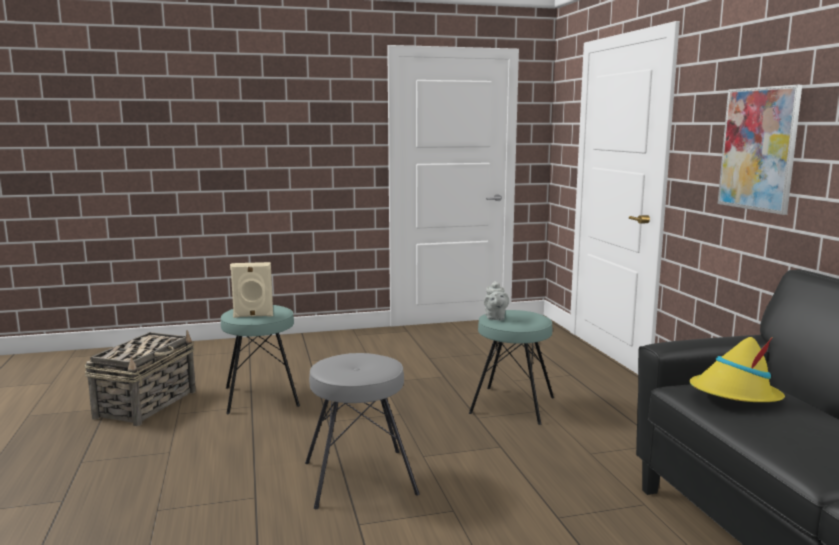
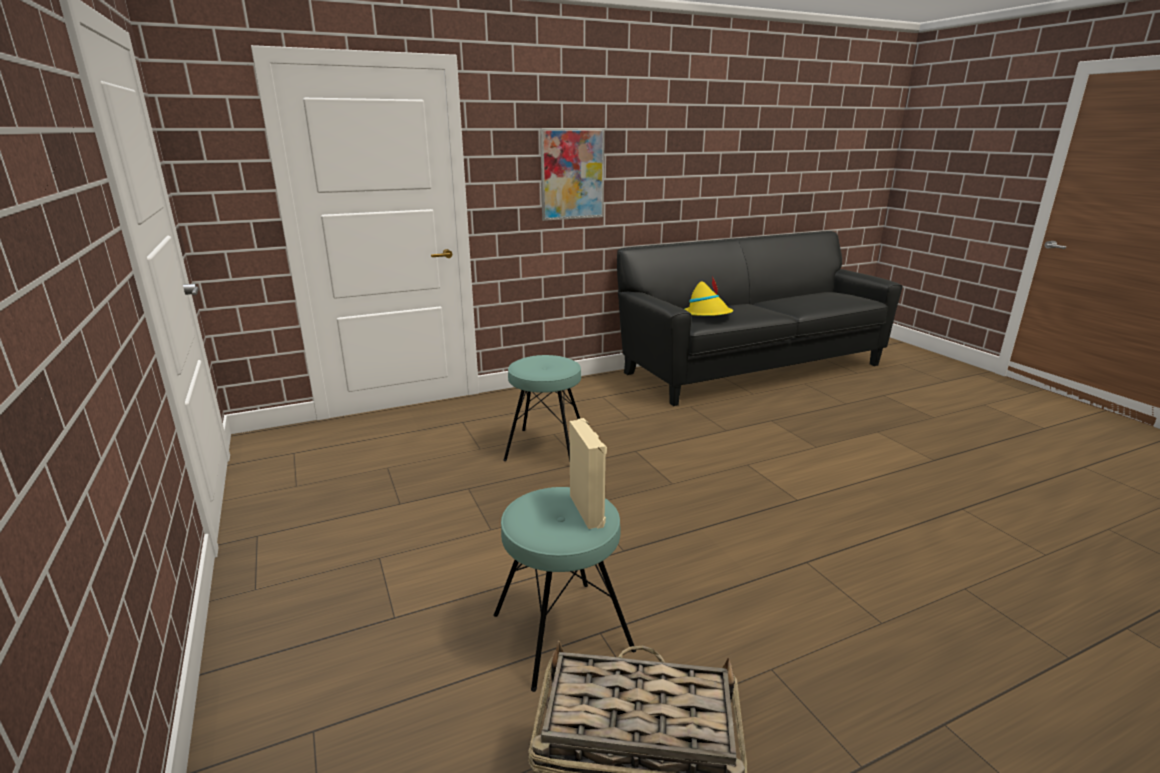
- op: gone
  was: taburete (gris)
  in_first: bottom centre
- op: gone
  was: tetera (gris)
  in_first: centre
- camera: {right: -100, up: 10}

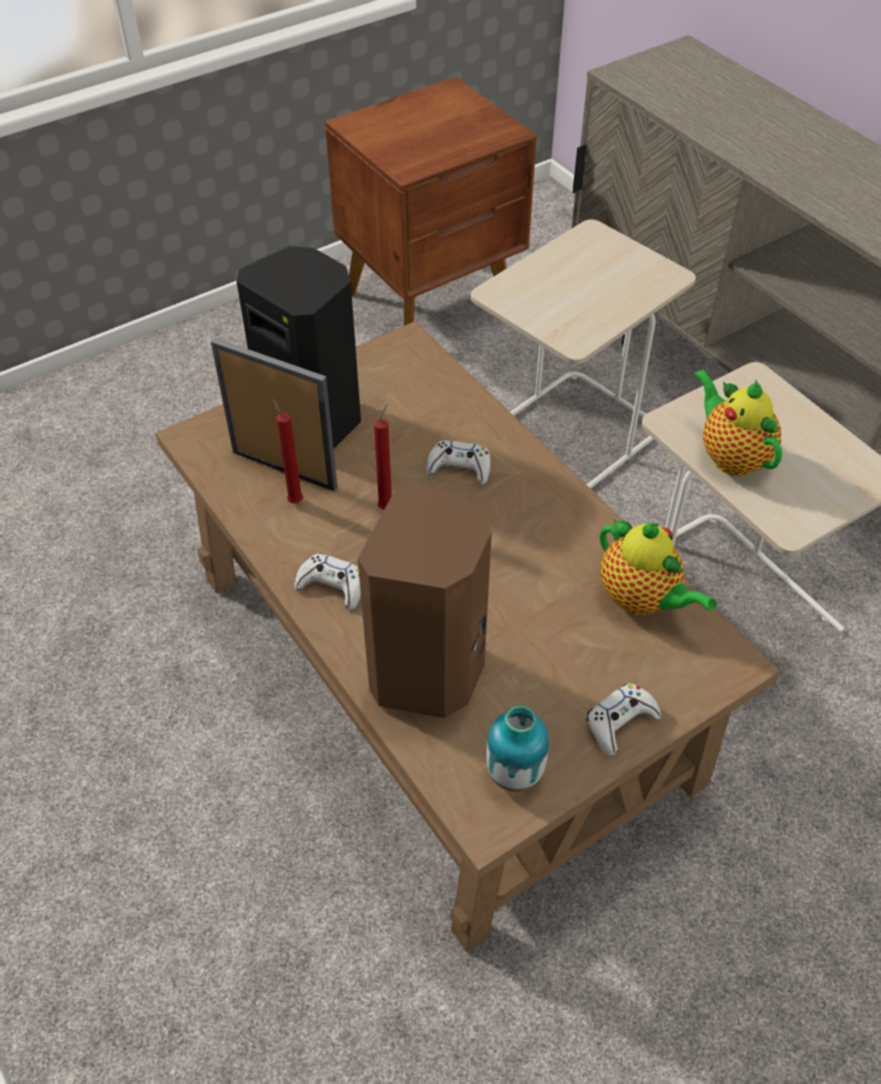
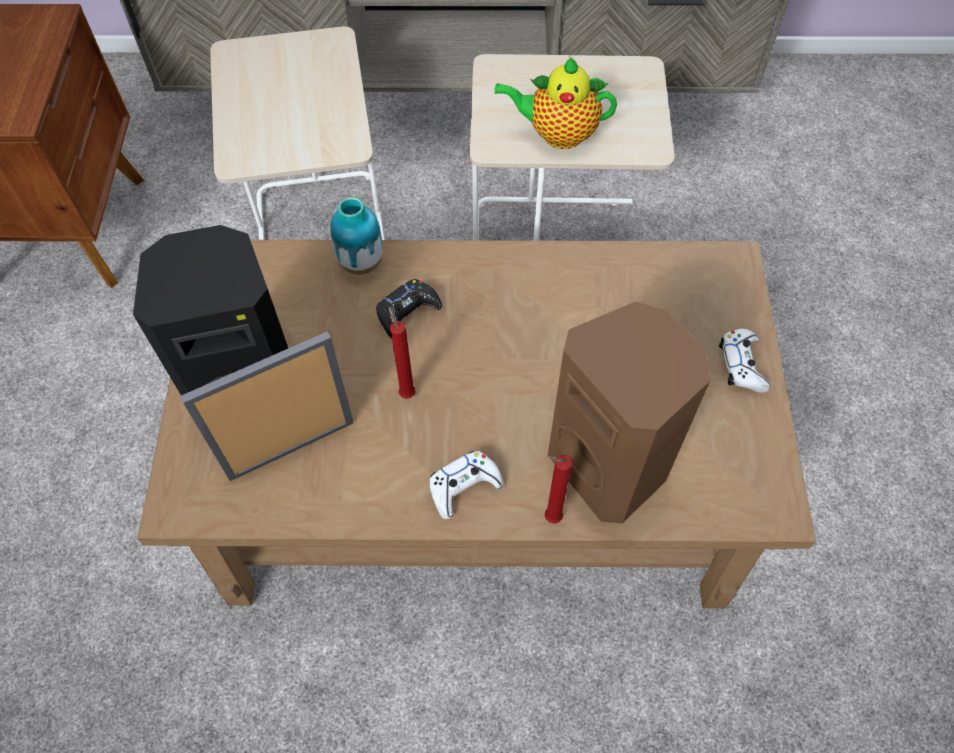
- op: shifted
  was: florero
  in_first: bottom centre
  in_second: top centre
- op: repainted
  was: mando de consola (blanco) (no. 2 from left)
  now: mando de consola (negro)
  in_first: centre
  in_second: centre
- op: shifted
  was: vela (rojo) (no. 1 from left in the first image)
  now: vela (rojo) (no. 2 from left)
  in_first: middle left
  in_second: centre
- op: gone
  was: tetera (no. 1 from left)
  in_first: middle right
- camera: {right: -55, up: 10}

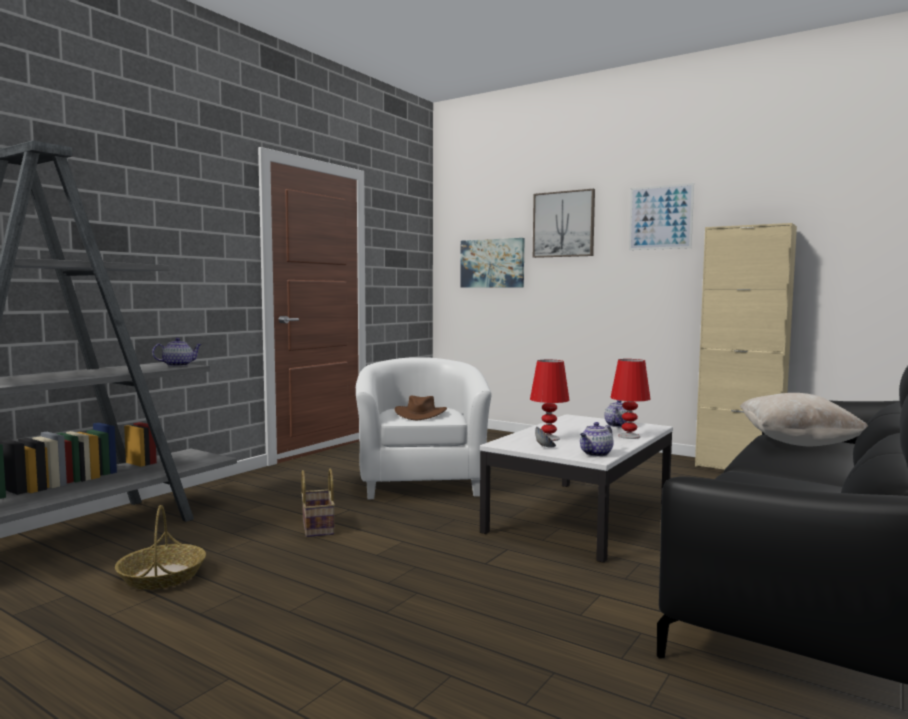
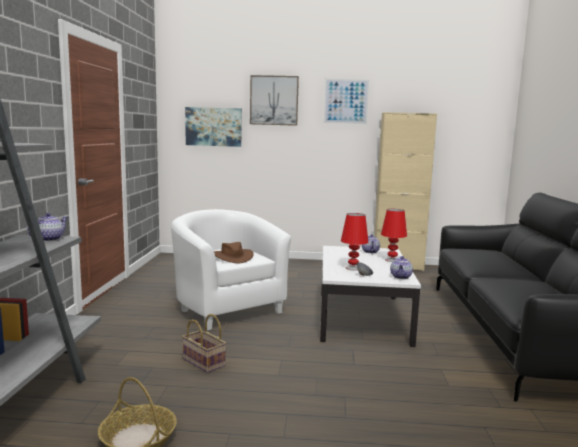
- op: gone
  was: cojín (beis)
  in_first: middle right
- camera: {right: -30, up: 5}

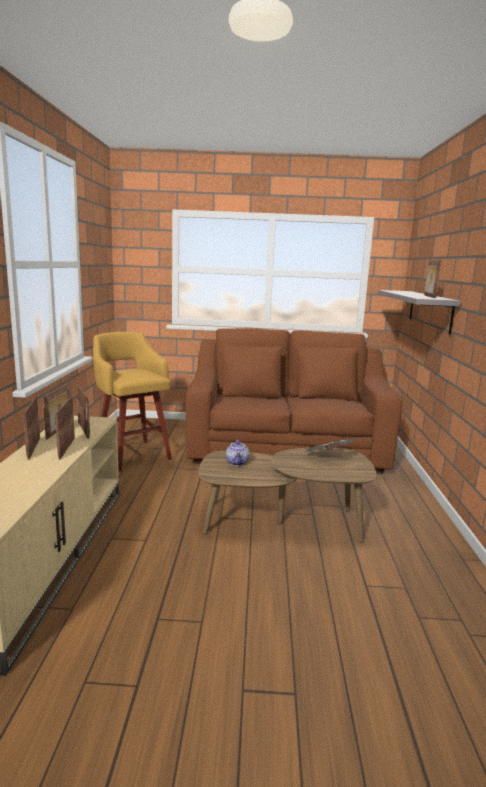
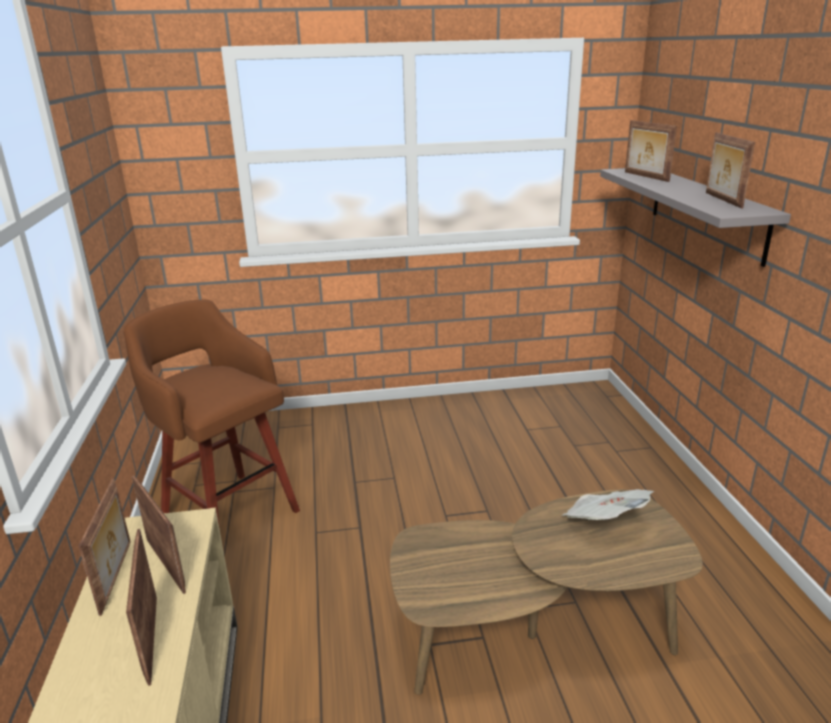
- op: repainted
  was: taburete (amarillo)
  now: taburete (marrón)
  in_first: middle left
  in_second: middle left
- op: shifted
  was: portarretratos (no. 1 from left in the first image)
  now: portarretratos (no. 4 from left)
  in_first: middle left
  in_second: top right
- op: gone
  was: sofá (marrón)
  in_first: centre
- op: gone
  was: tetera
  in_first: centre
- camera: {right: -10, up: 10}

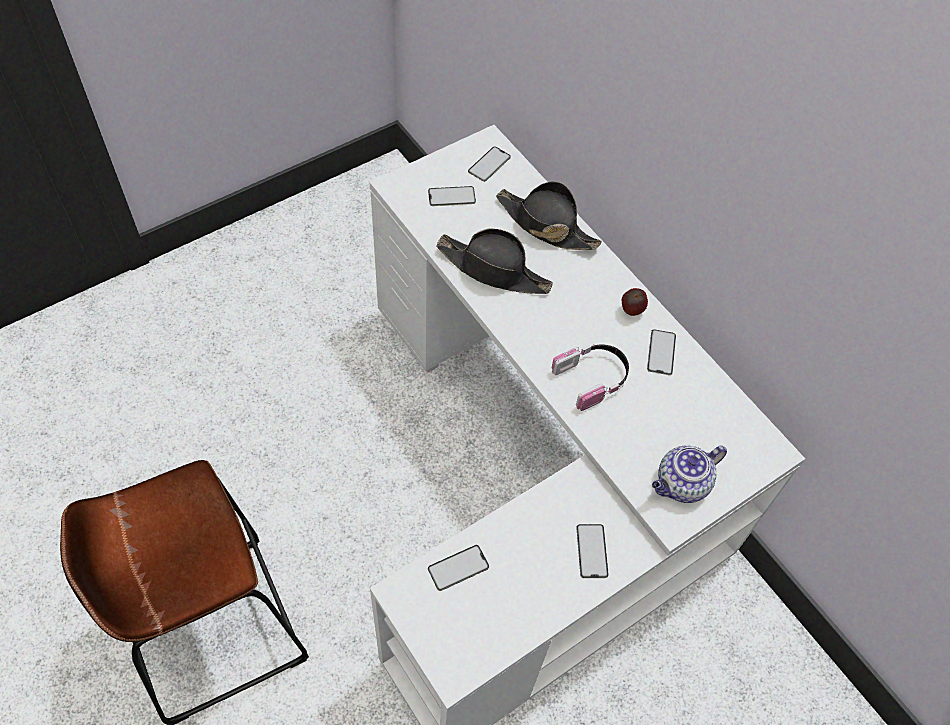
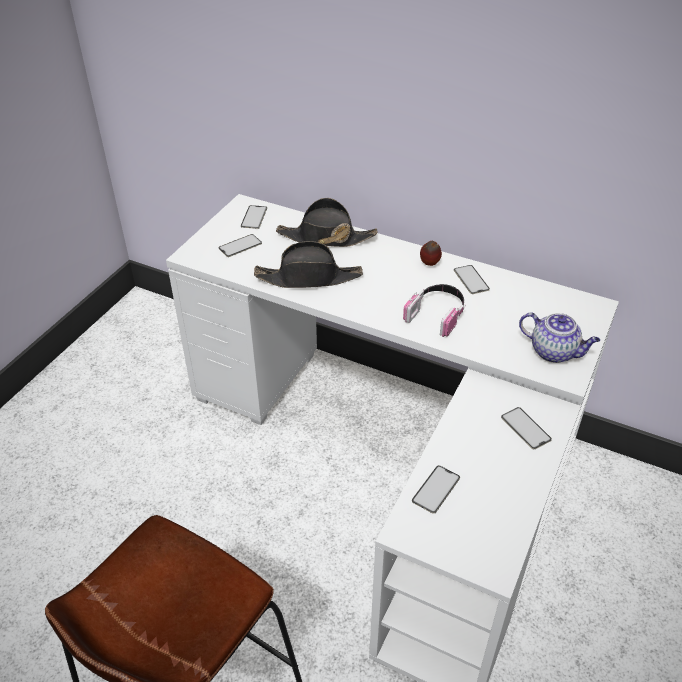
- op: rotated
  was: tetera
  in_first: middle right
  in_second: middle right
  clockwise: -90
- camera: {right: -25, up: -15}

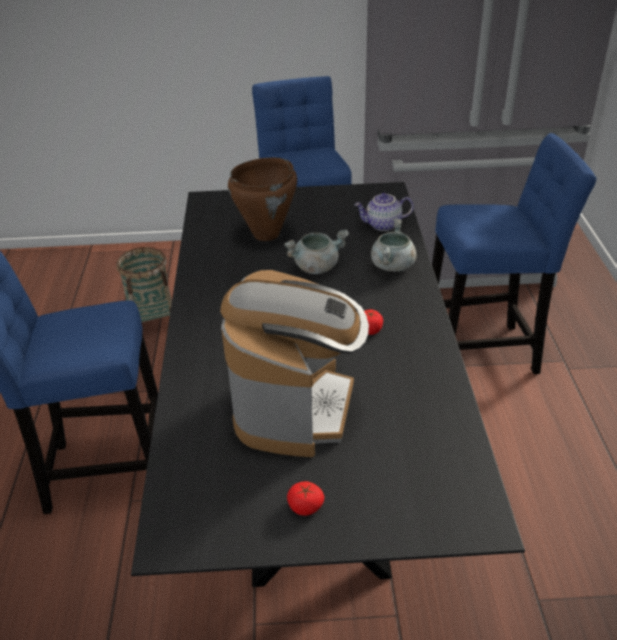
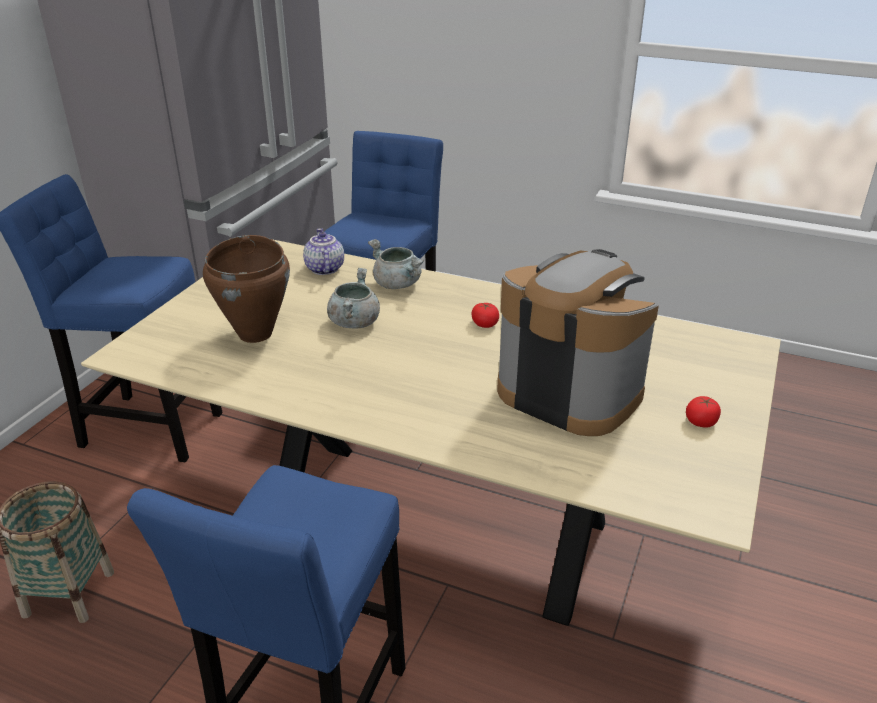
- op: repainted
  was: mesa de comedor (negro)
  now: mesa de comedor (beis)
  in_first: centre
  in_second: centre
- op: rotated
  was: tetera
  in_first: top centre
  in_second: centre
  clockwise: 150
- camera: {right: -65, up: -5}

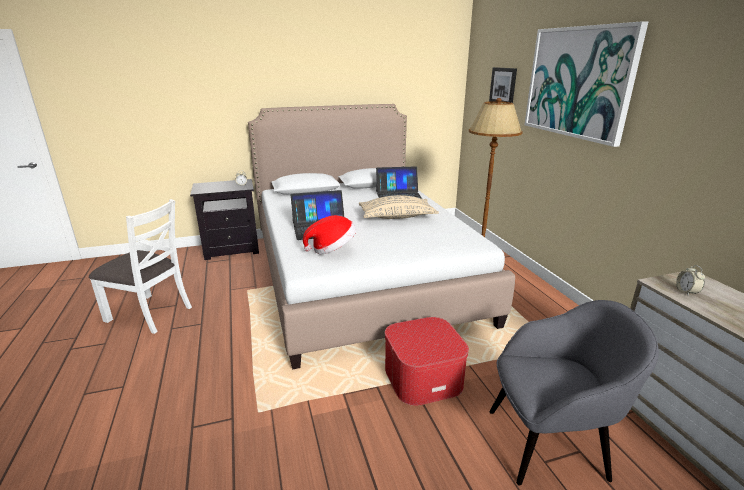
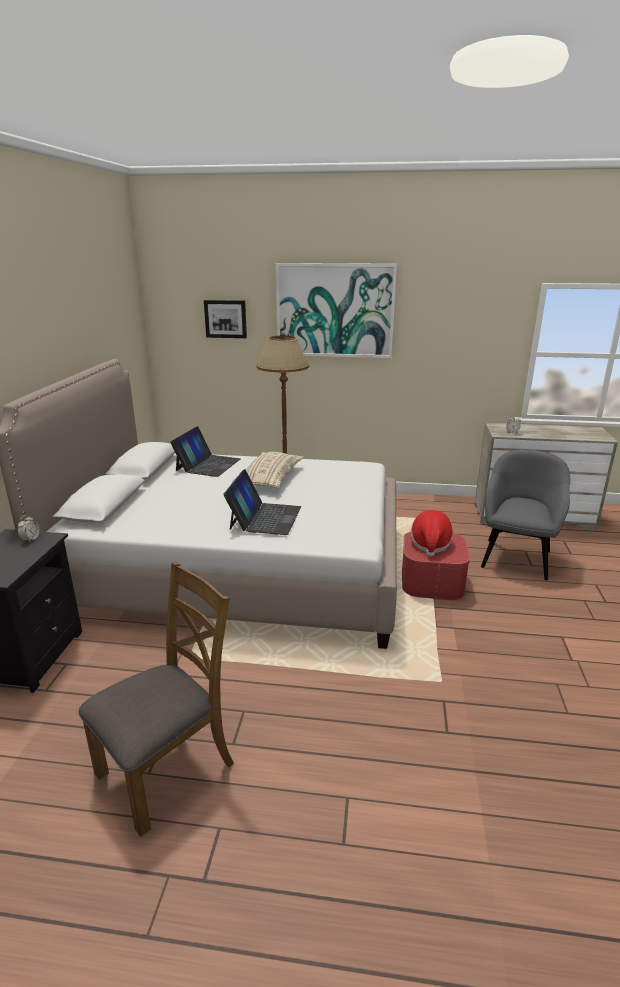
- op: repainted
  was: silla (blanco)
  now: silla (marrón)
  in_first: middle left
  in_second: bottom left
- op: shifted
  was: sombrero
  in_first: centre
  in_second: middle right
- camera: {right: -65, up: 0}

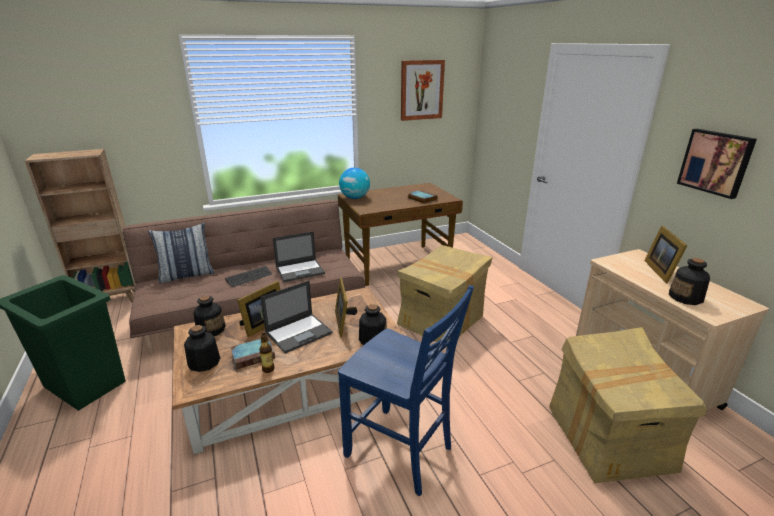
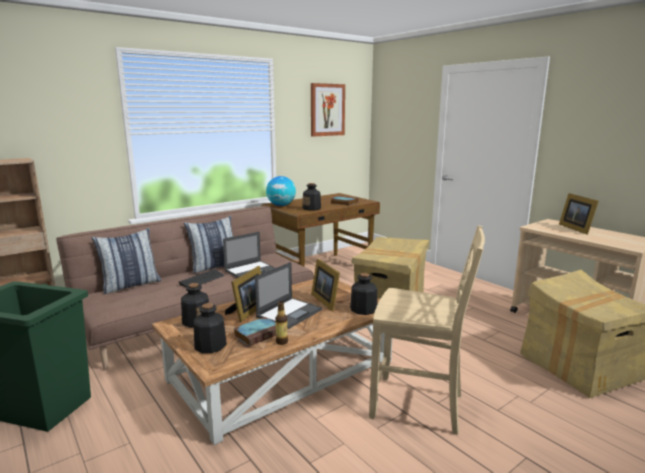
- op: new
  now: cojín (no. 2 from left)
  in_second: middle left
- op: shifted
  was: botella (no. 5 from left in the first image)
  now: botella (no. 4 from left)
  in_first: middle right
  in_second: centre
- op: repainted
  was: silla (azul)
  now: silla (beis)
  in_first: bottom centre
  in_second: bottom centre
- op: gone
  was: cuadro (no. 2 from left)
  in_first: top right
- camera: {right: -15, up: -10}

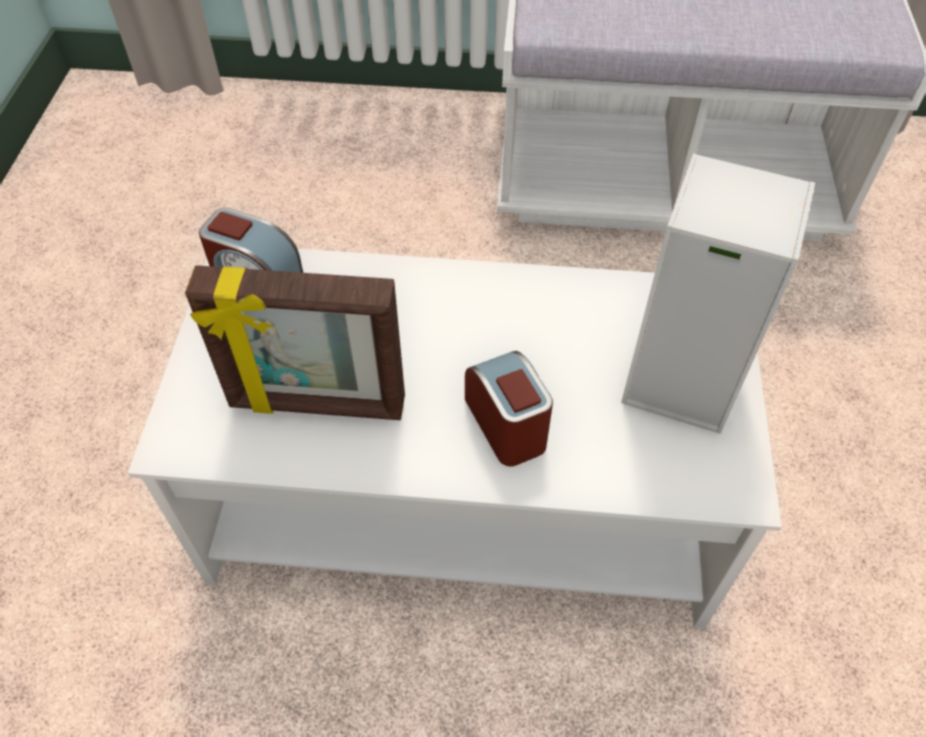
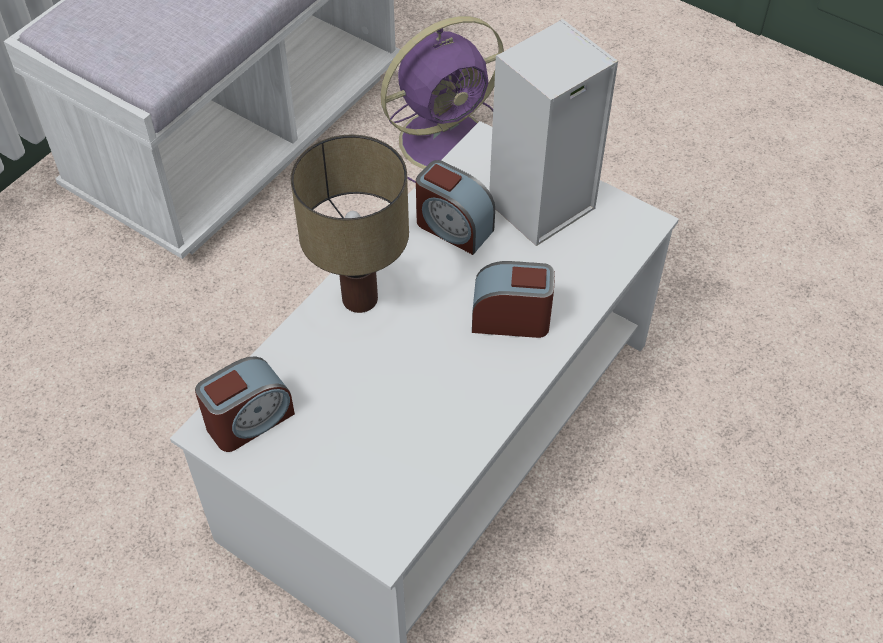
- op: new
  now: lámpara de mesa
  in_second: centre
- op: new
  now: ventilador (morado)
  in_second: top centre
- op: new
  now: despertador (no. 2 from left)
  in_second: top centre
- op: gone
  was: portarretratos
  in_first: middle left
- camera: {right: -60, up: 0}

